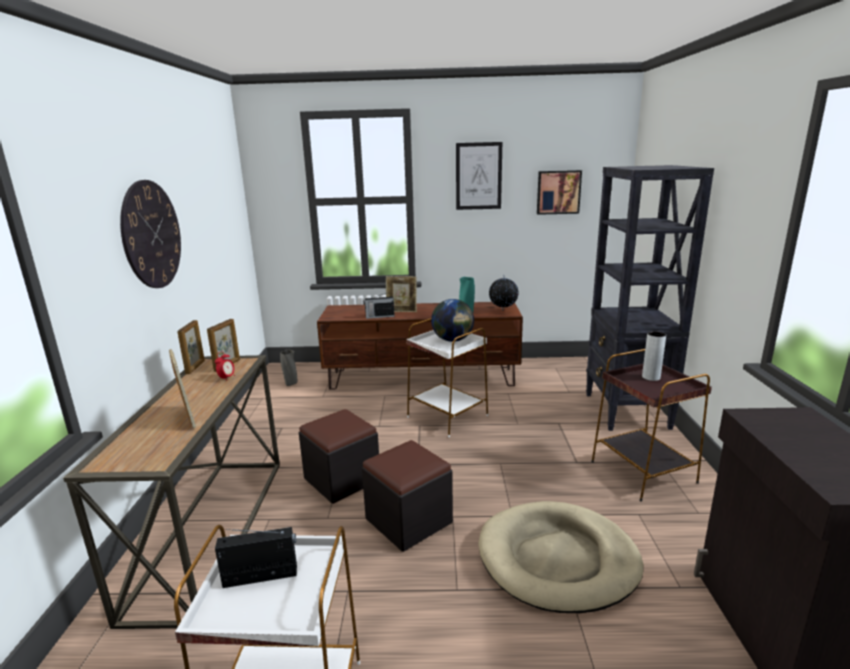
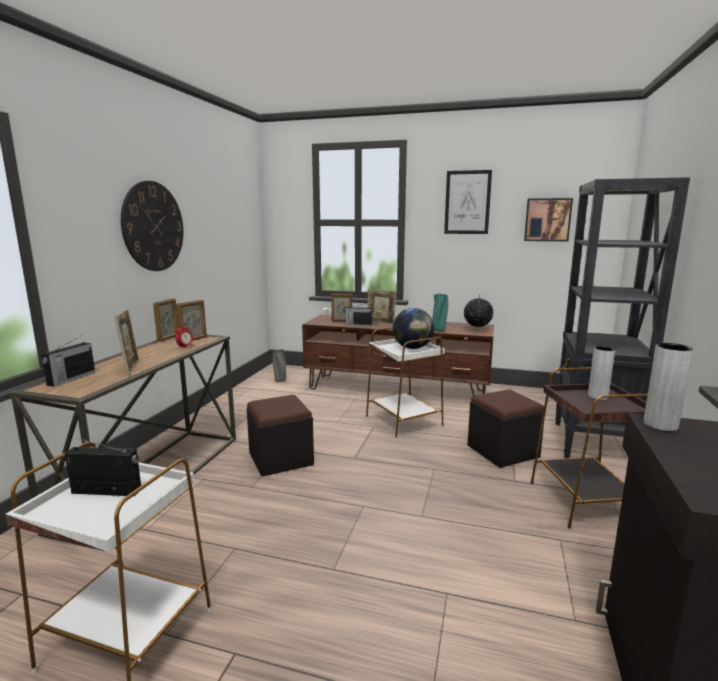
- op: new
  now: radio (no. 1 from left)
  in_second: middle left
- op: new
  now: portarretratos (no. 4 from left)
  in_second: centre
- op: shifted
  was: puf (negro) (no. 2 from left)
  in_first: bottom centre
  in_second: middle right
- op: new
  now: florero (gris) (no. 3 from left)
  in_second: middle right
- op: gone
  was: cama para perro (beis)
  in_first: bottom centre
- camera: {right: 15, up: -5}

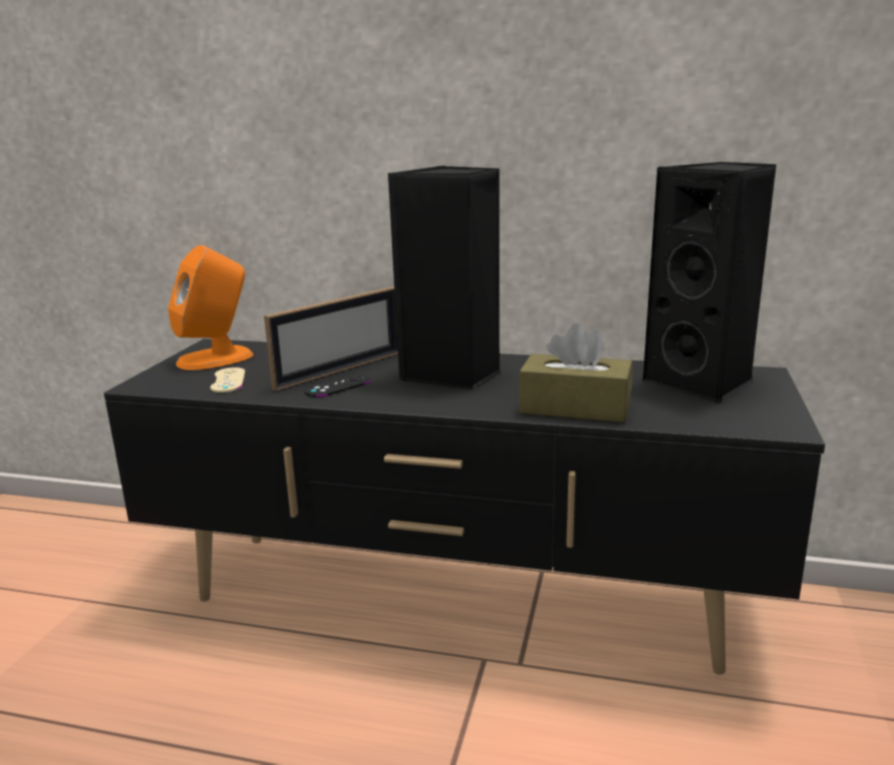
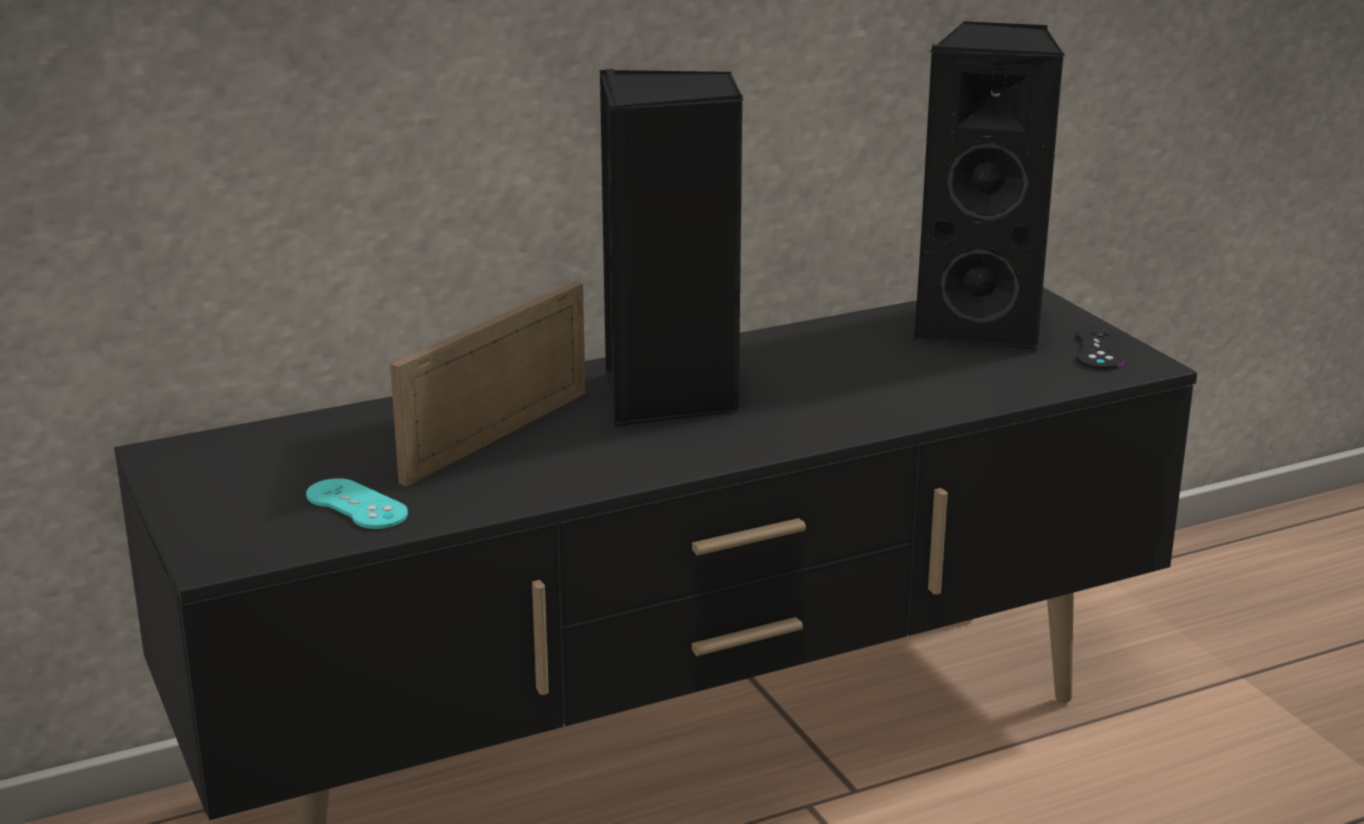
- op: repainted
  was: mando de consola (beis)
  now: mando de consola (turquesa)
  in_first: middle left
  in_second: middle left
- op: rotated
  was: portarretratos
  in_first: centre
  in_second: centre
  clockwise: -150
- op: shifted
  was: mando de consola (negro)
  in_first: centre
  in_second: middle right
- op: gone
  was: altavoz (naranja)
  in_first: middle left
- op: gone
  was: caja de pañuelos (marrón)
  in_first: centre
- camera: {right: -40, up: 5}

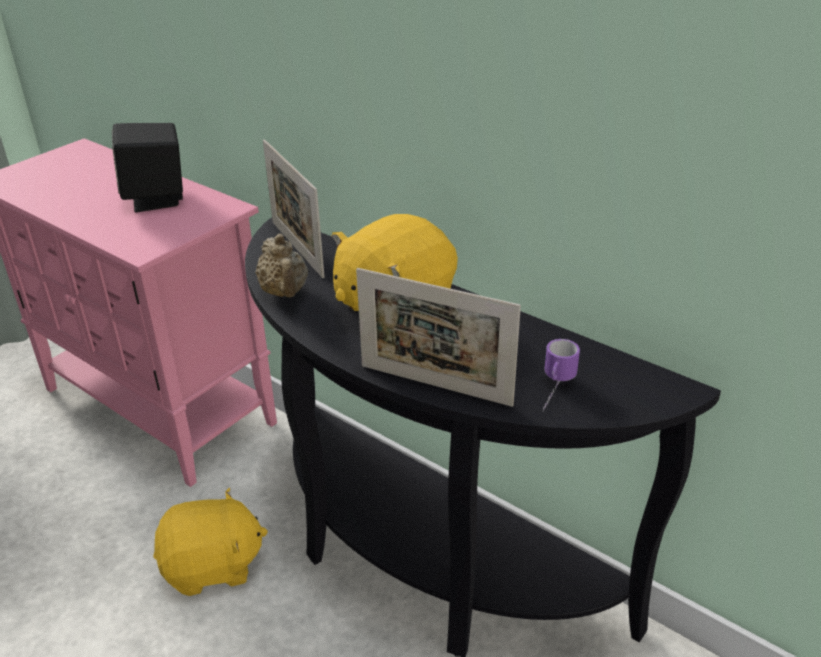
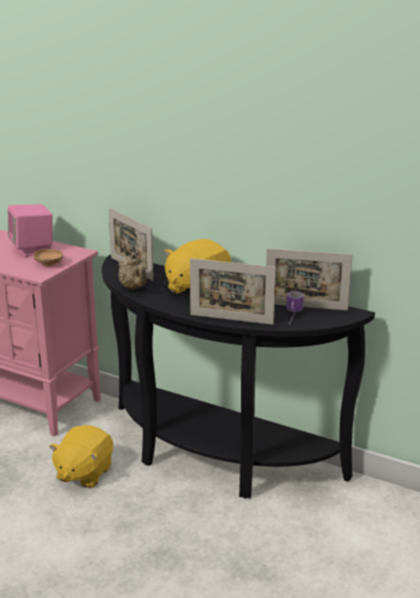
- op: repainted
  was: altavoz (negro)
  now: altavoz (rosa)
  in_first: top left
  in_second: middle left
- op: new
  now: cuenco (marrón)
  in_second: middle left
- op: rotated
  was: peluche (amarillo) (no. 1 from left)
  in_first: bottom left
  in_second: bottom left
  clockwise: 135
- op: new
  now: portarretratos (no. 3 from left)
  in_second: middle right
- camera: {right: -10, up: -10}

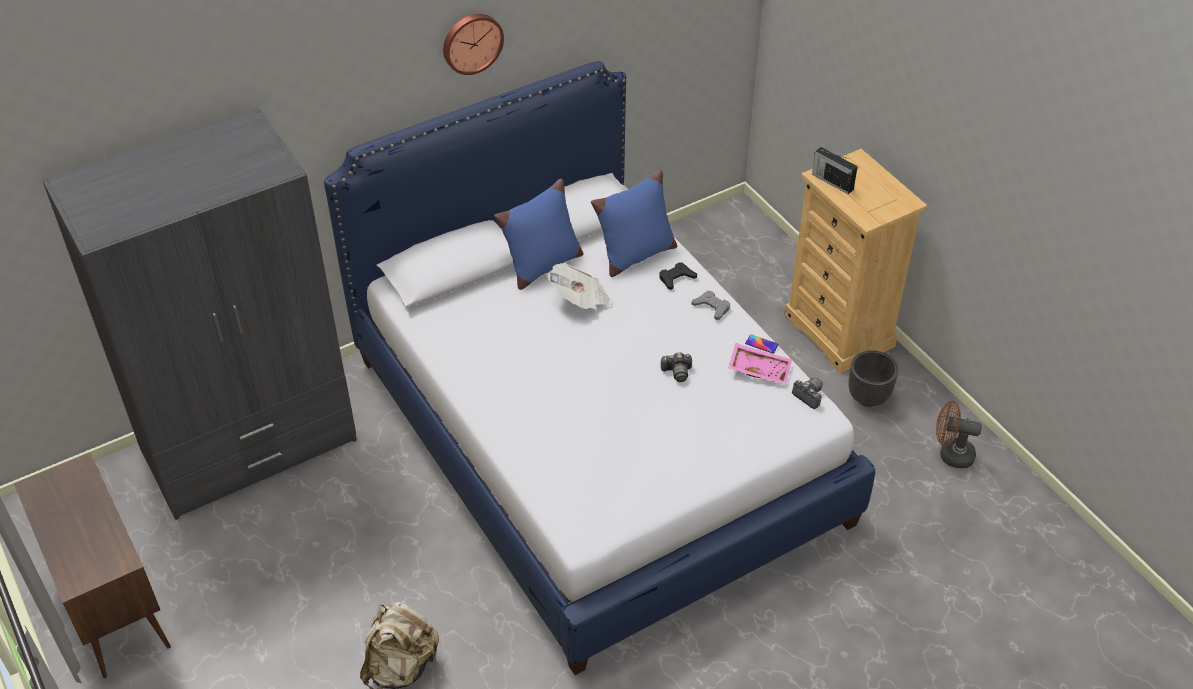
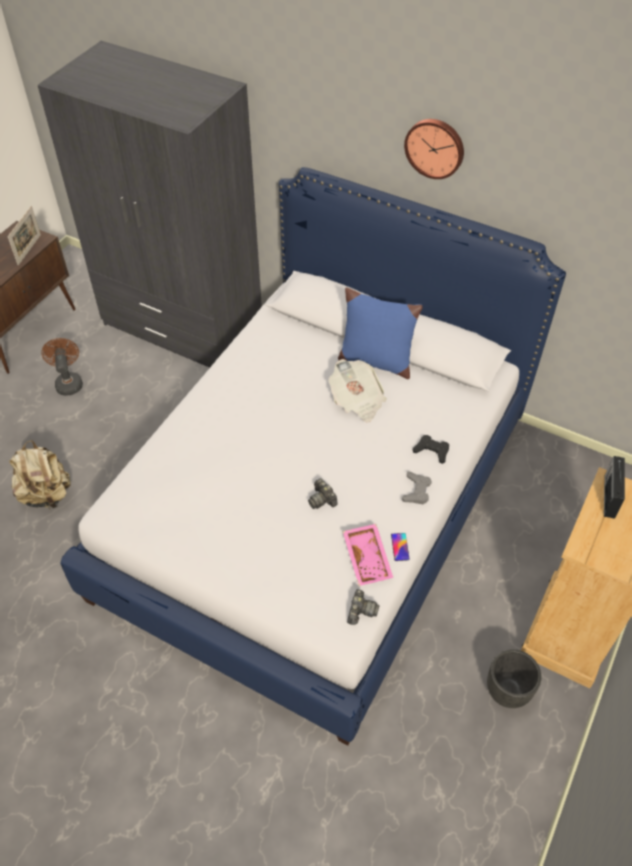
- op: new
  now: portarretratos
  in_second: top left
- op: shifted
  was: ventilador (marrón)
  in_first: middle right
  in_second: middle left
- op: gone
  was: cojín (azul) (no. 2 from left)
  in_first: top centre
- camera: {right: 60, up: 5}

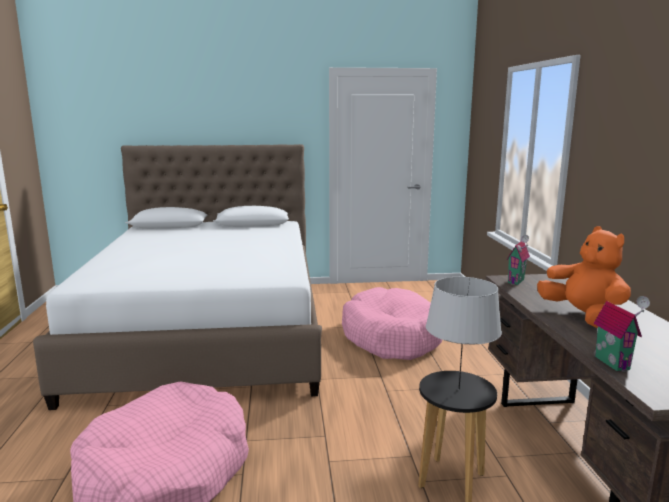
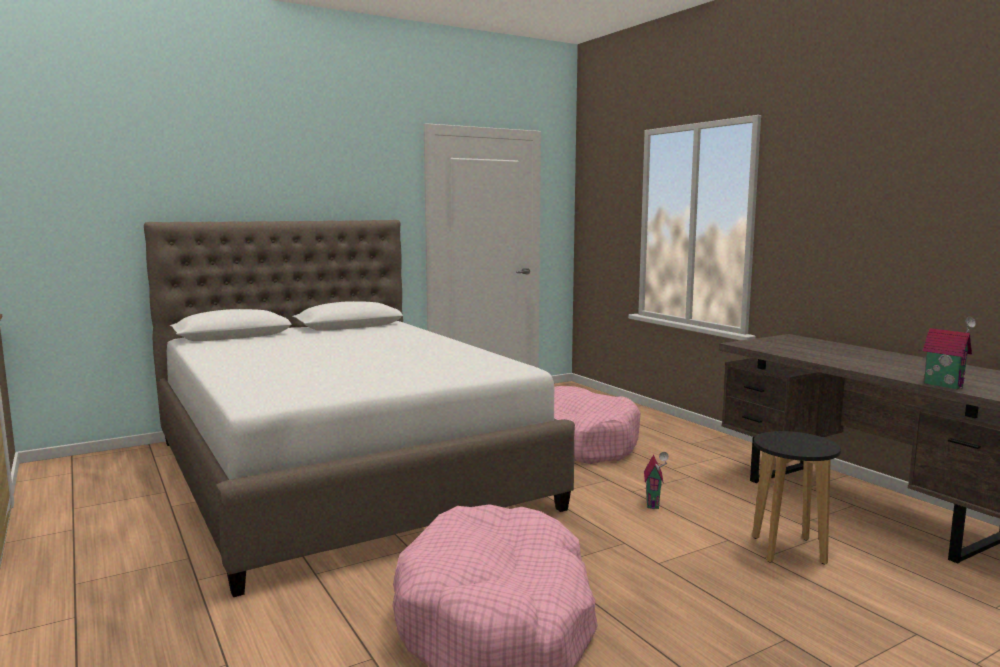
- op: shifted
  was: casita (no. 1 from left)
  in_first: middle right
  in_second: bottom centre
- op: gone
  was: lámpara de mesa (gris)
  in_first: middle right
- op: gone
  was: peluche (naranja)
  in_first: middle right
- camera: {right: -25, up: -5}

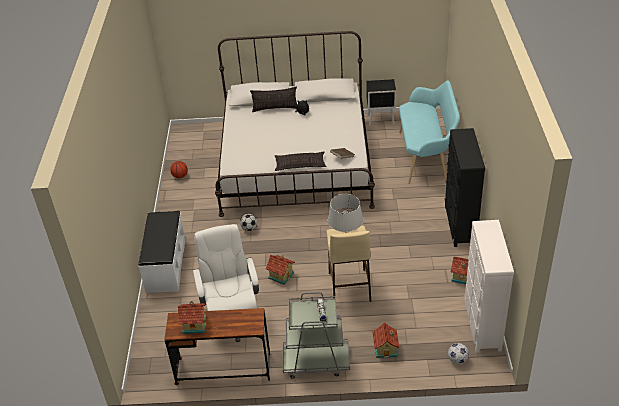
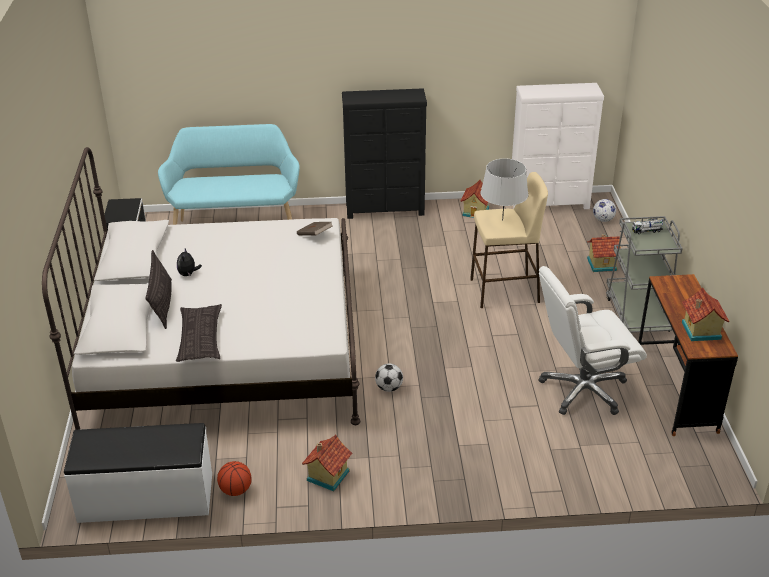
- op: shifted
  was: banco (blanco)
  in_first: middle left
  in_second: bottom left
- op: shifted
  was: cojín (no. 2 from left)
  in_first: centre
  in_second: middle left
- op: shifted
  was: casita (no. 2 from left in the first image)
  now: casita (no. 1 from left)
  in_first: centre
  in_second: bottom centre
- camera: {right: -95, up: -5}

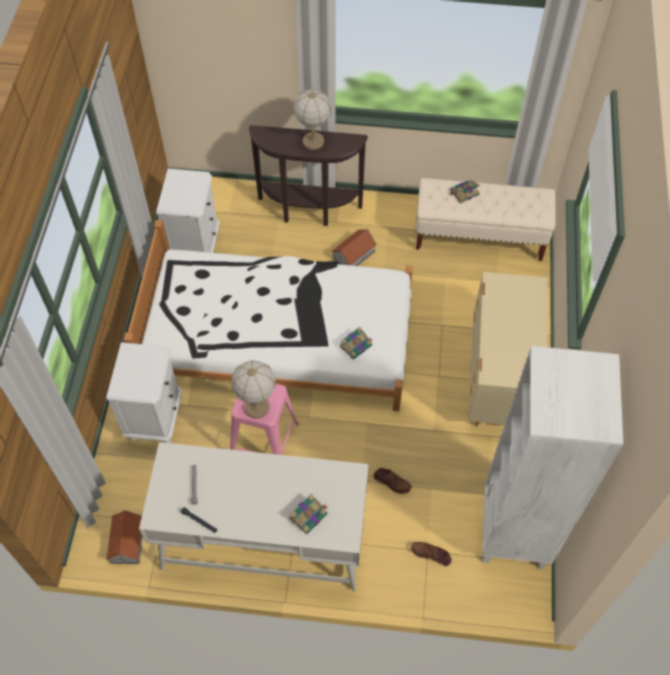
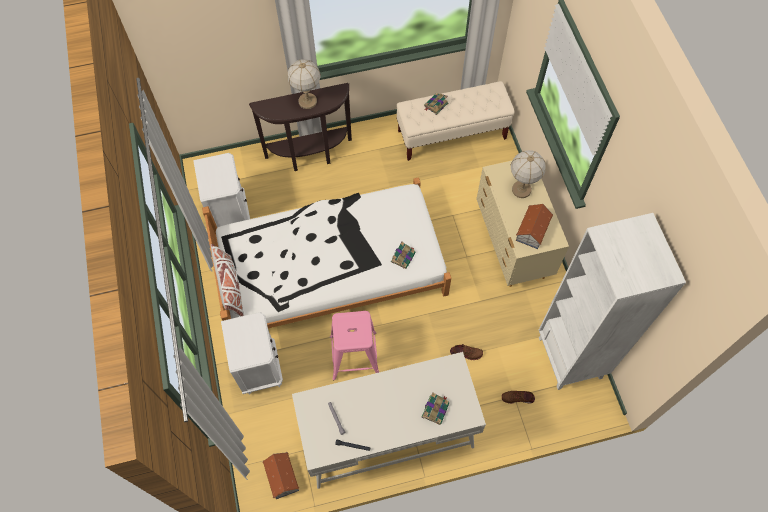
- op: new
  now: cojín (blanco)
  in_second: middle left
- op: shifted
  was: lámpara de mesa (no. 1 from left in the first image)
  now: lámpara de mesa (no. 2 from left)
  in_first: centre
  in_second: middle right
- op: shifted
  was: casita (no. 2 from left)
  in_first: centre
  in_second: middle right
- camera: {right: -20, up: 5}

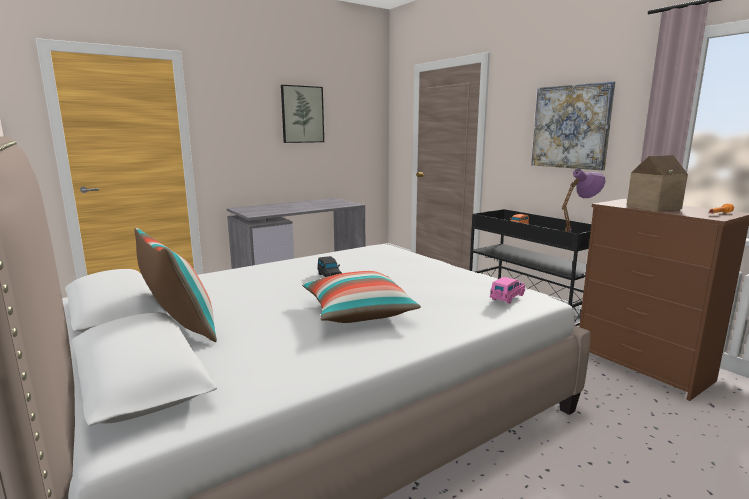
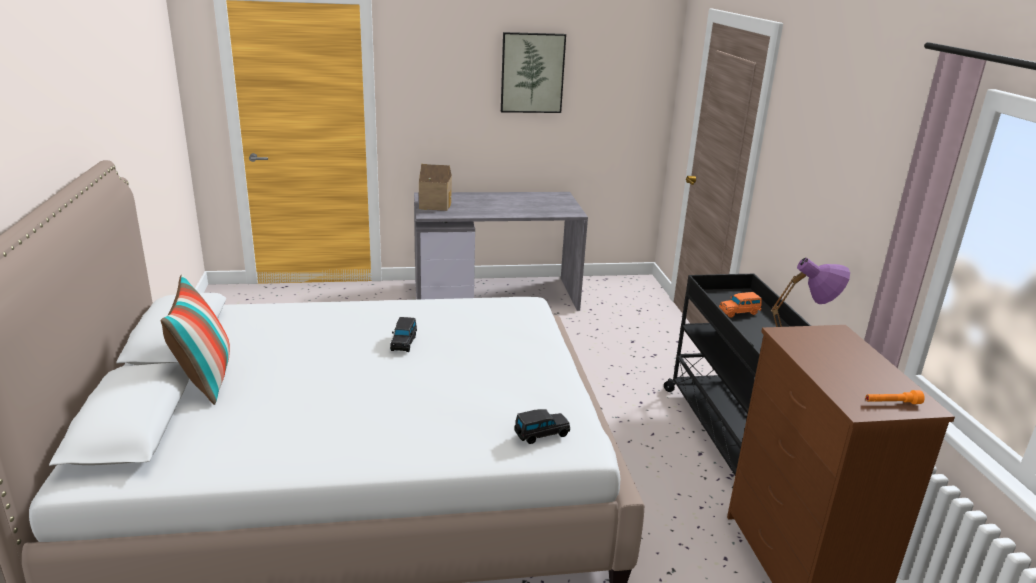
- op: shifted
  was: casita
  in_first: middle right
  in_second: top centre
- op: repainted
  was: coche de juguete (rosa)
  now: coche de juguete (negro) (no. 2 from left)
  in_first: middle right
  in_second: bottom centre
- op: gone
  was: cojín (no. 2 from left)
  in_first: centre
- op: gone
  was: cuadro (no. 2 from left)
  in_first: top right
- camera: {right: 25, up: 10}

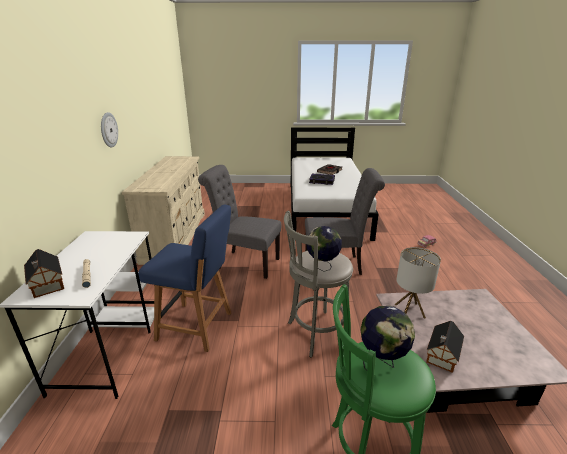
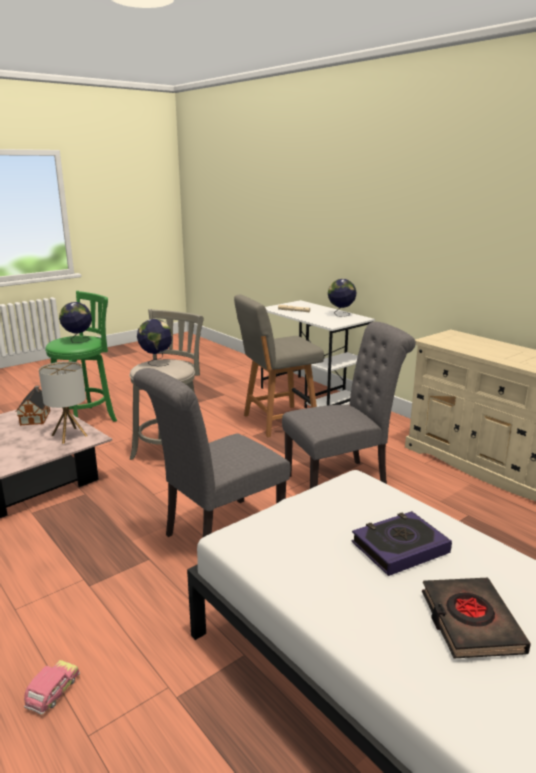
- op: repainted
  was: silla (azul)
  now: silla (gris) (no. 2 from left)
  in_first: middle left
  in_second: centre
- op: new
  now: globo terráqueo (no. 3 from left)
  in_second: centre
- op: gone
  was: casita (no. 1 from left)
  in_first: middle left
- op: gone
  was: reloj de pared
  in_first: top left
- camera: {right: 140, up: -5}

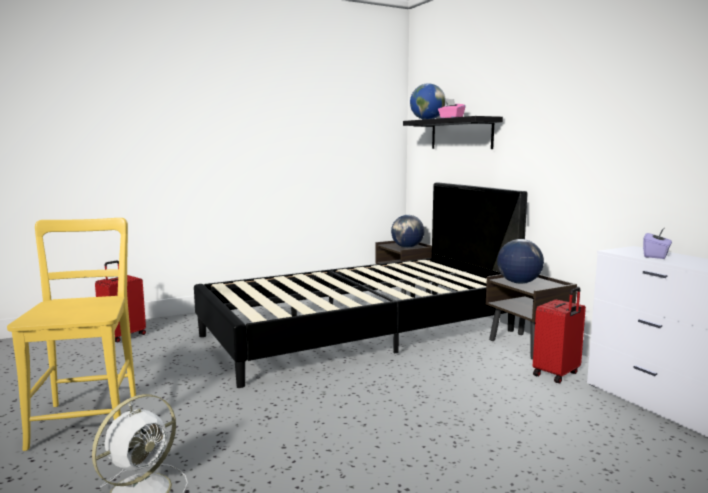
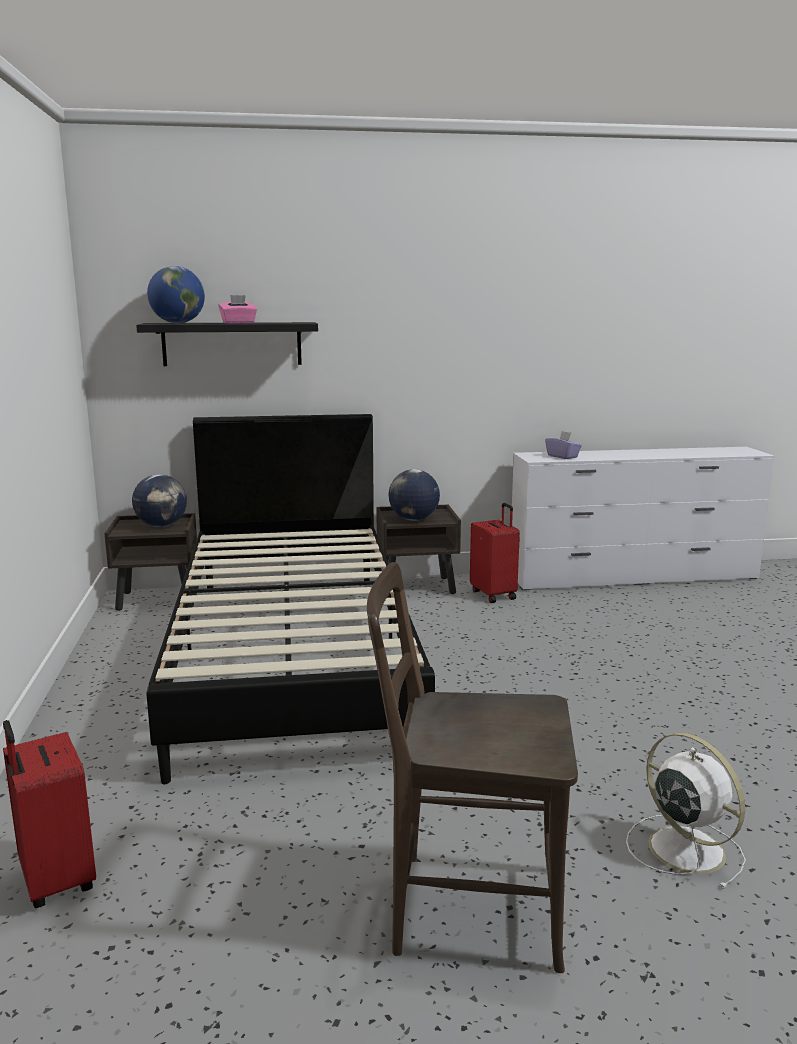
- op: repainted
  was: silla (amarillo)
  now: silla (marrón)
  in_first: bottom left
  in_second: bottom centre
- camera: {right: -70, up: 5}

